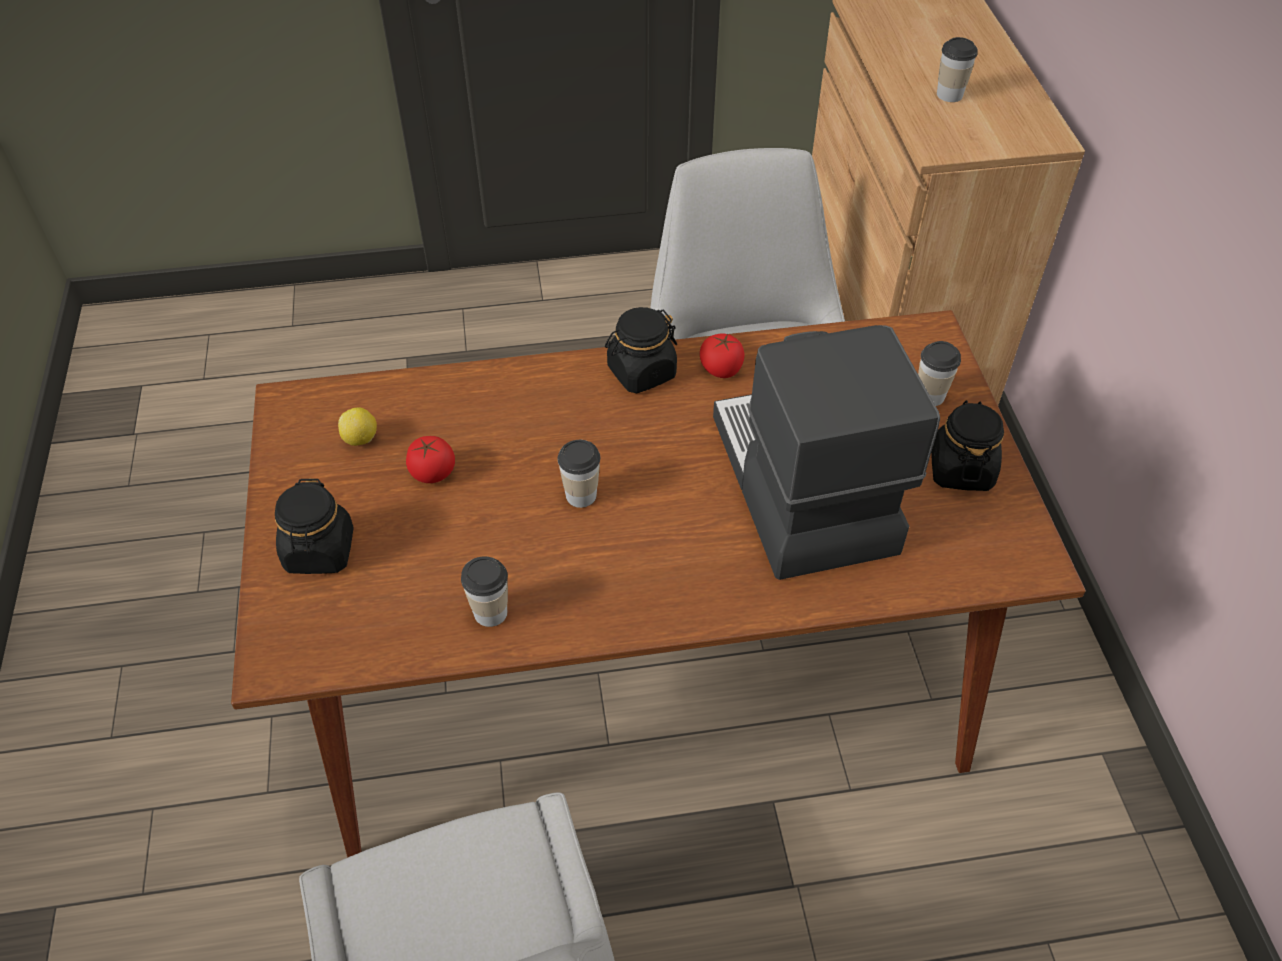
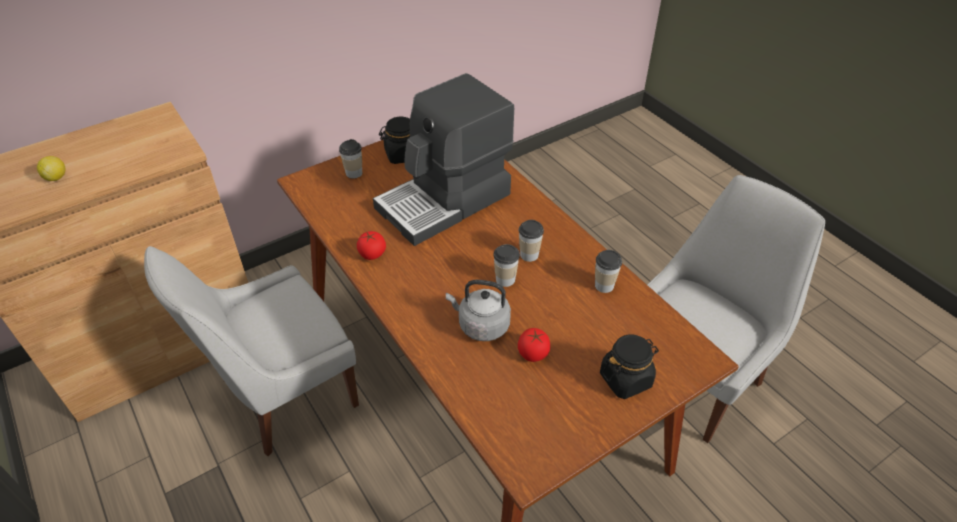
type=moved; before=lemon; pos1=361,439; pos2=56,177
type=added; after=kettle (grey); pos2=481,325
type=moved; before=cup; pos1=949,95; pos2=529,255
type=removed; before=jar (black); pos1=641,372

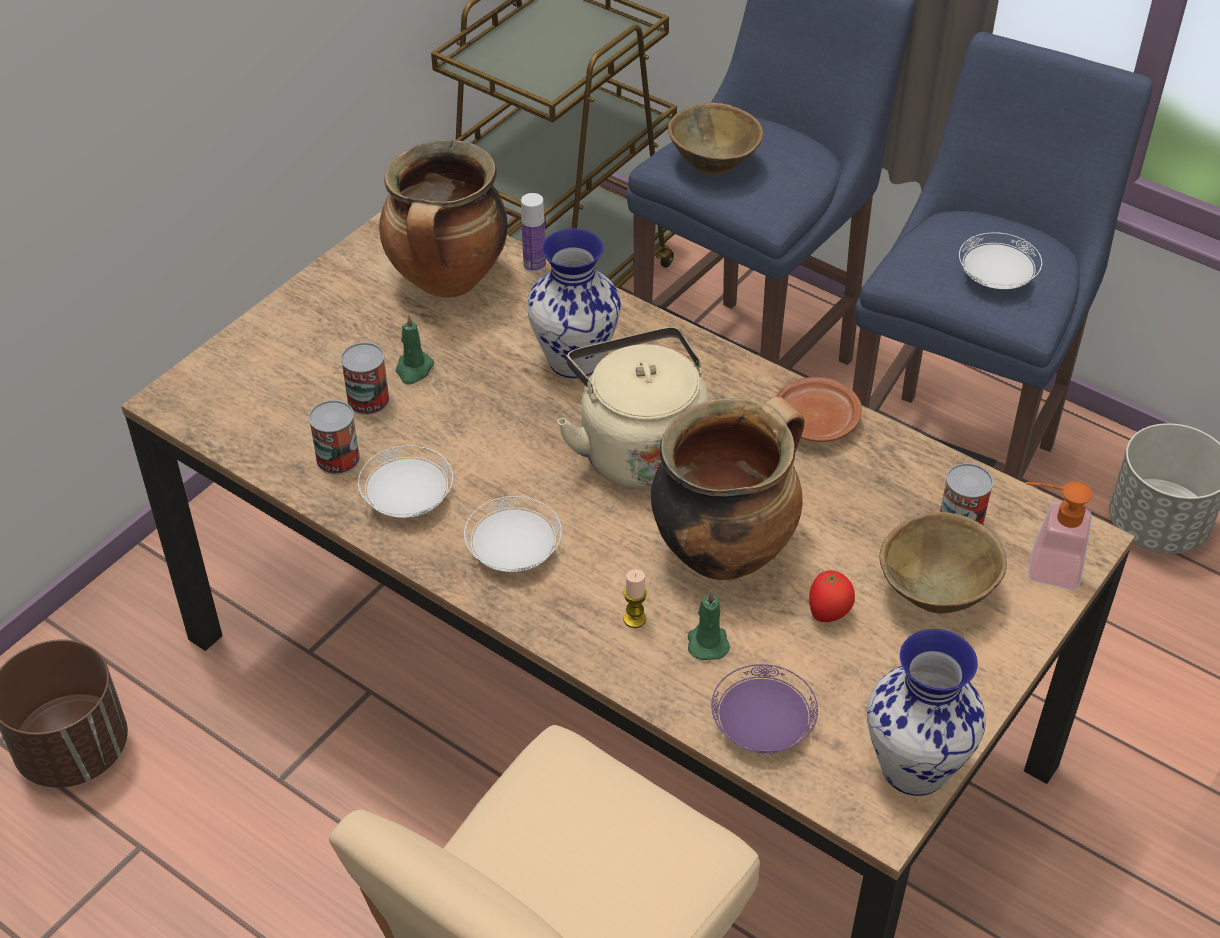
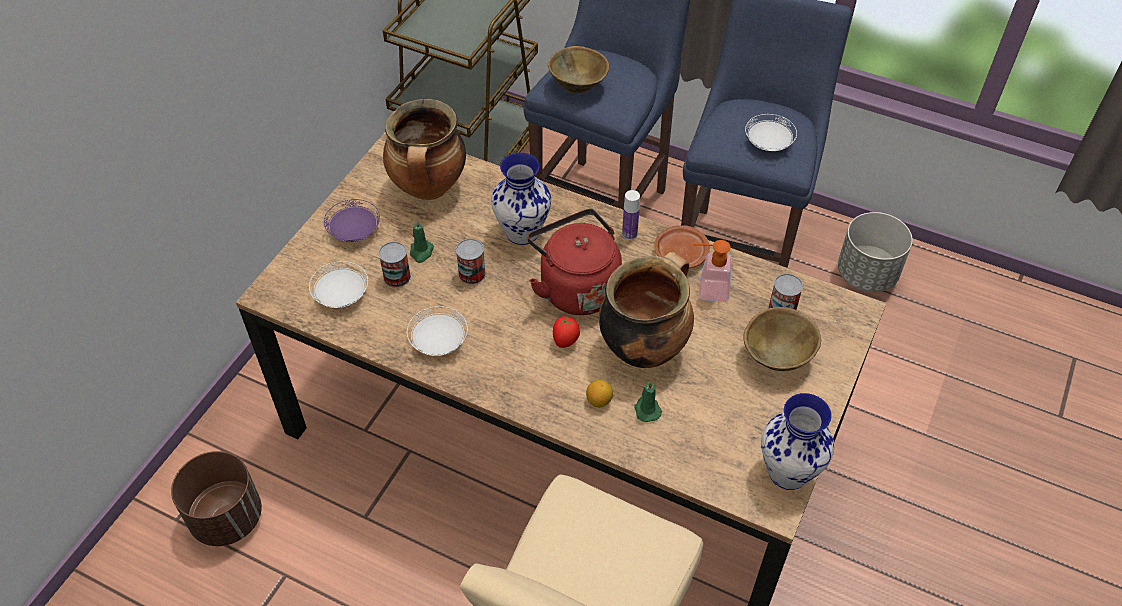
type=moved; before=plate (white); pos1=513,552; pos2=341,295
type=moved; before=plate (purple); pos1=762,727; pos2=354,231
type=moved; before=can; pos1=338,459; pos2=472,274
type=recoloured; before=kettle (beige); after=kettle (red); pos1=638,449; pos2=576,287
type=moved; before=tomato; pos1=829,614; pos2=565,342
type=replaced; before=candle; after=lemon; pos1=634,619; pos2=599,401
type=moved; before=bottle; pos1=534,265; pos2=629,234
type=moved; before=soap dispenser; pos1=1043,566; pos2=707,290

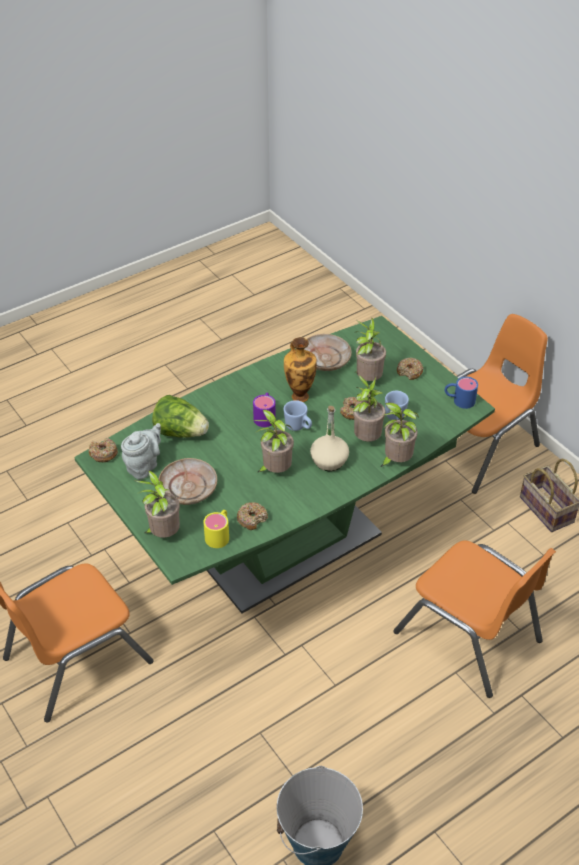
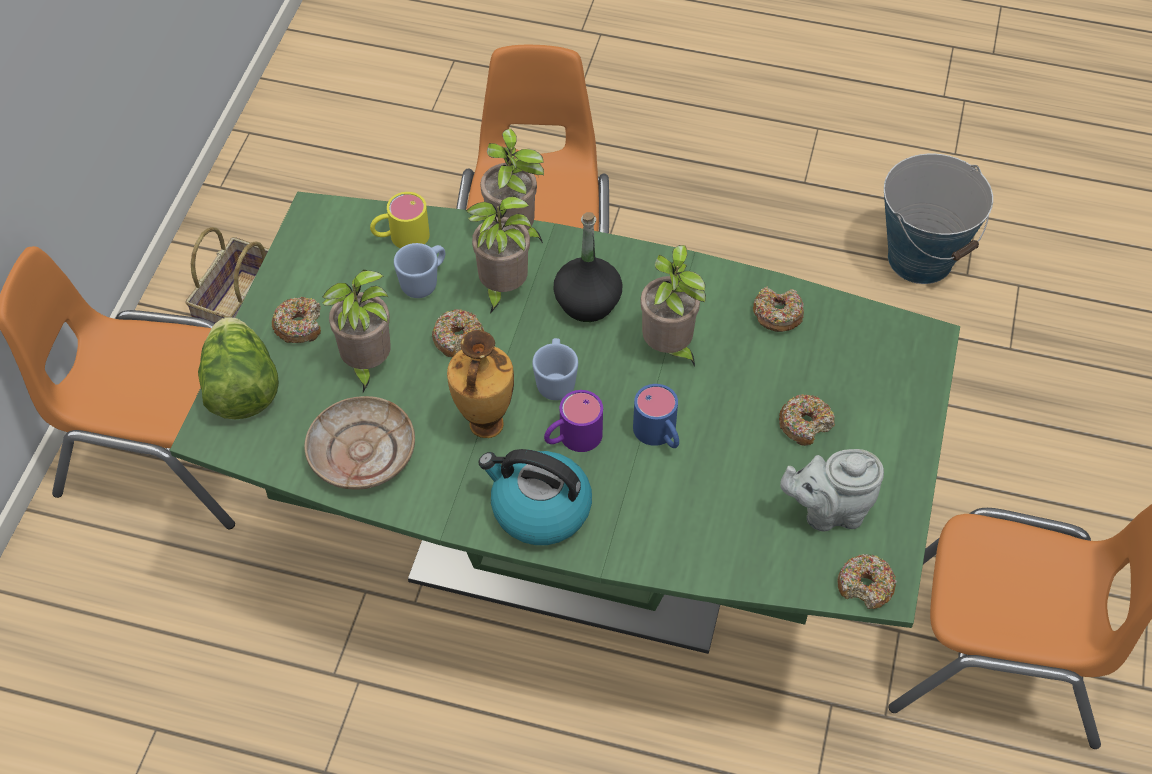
type=moved; before=lettuce; pos1=181,432; pos2=241,388
type=moved; before=mug (yellow); pos1=219,534; pos2=400,237
type=added; after=kettle; pos2=539,509
type=recoloured; before=bottle (beige); after=bottle (black); pos1=329,461; pos2=587,302
type=moved; before=mug (blue); pos1=459,400; pos2=659,435
type=replaced; before=plate (beige); after=donut; pos1=188,487; pos2=805,424
type=removed; before=potted plant; pos1=163,534

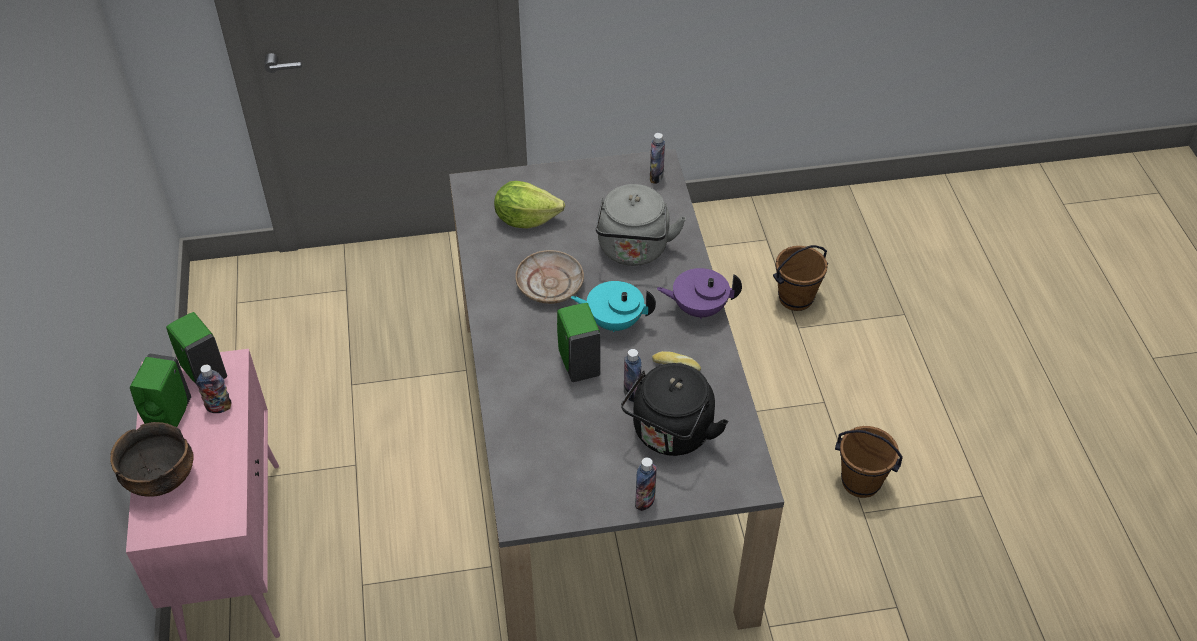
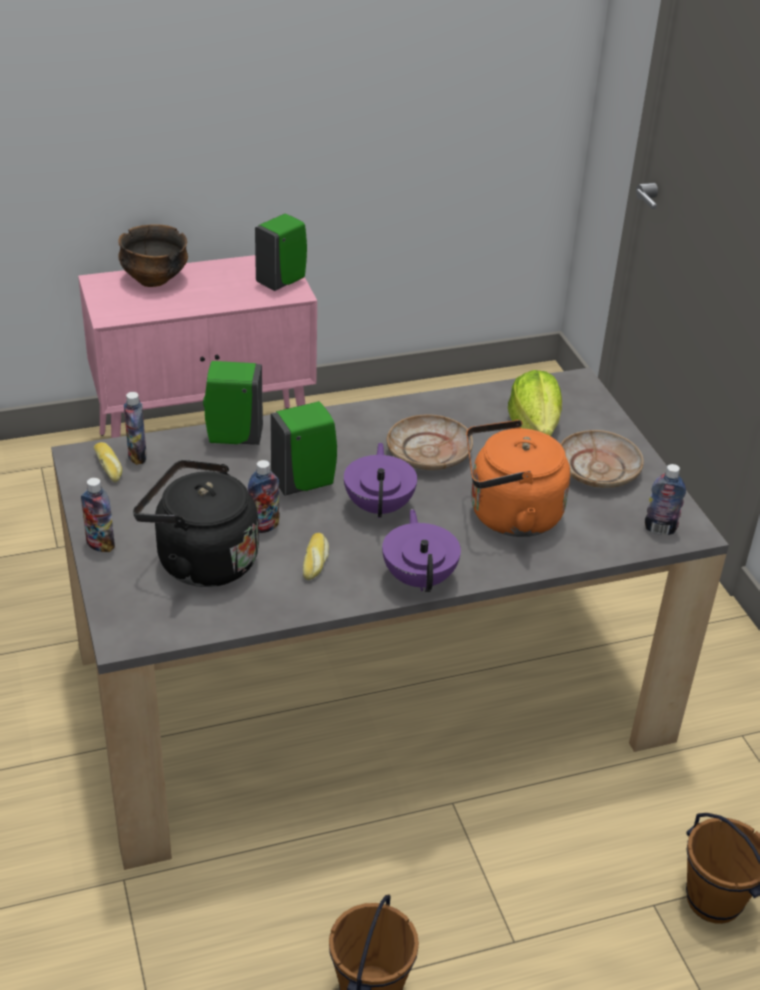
type=added; after=bread; pos2=109,466
type=moved; before=bottle; pos1=219,407; pos2=137,456
type=moved; before=soap dispenser (green); pos1=169,417; pos2=232,437
type=recoloured; before=teapot (turquoise); after=teapot (purple); pos1=614,321; pos2=379,506
type=recoloured; before=kettle (grey); after=kettle (orange); pos1=633,250; pos2=509,516
type=added; after=plate (beige); pos2=598,469

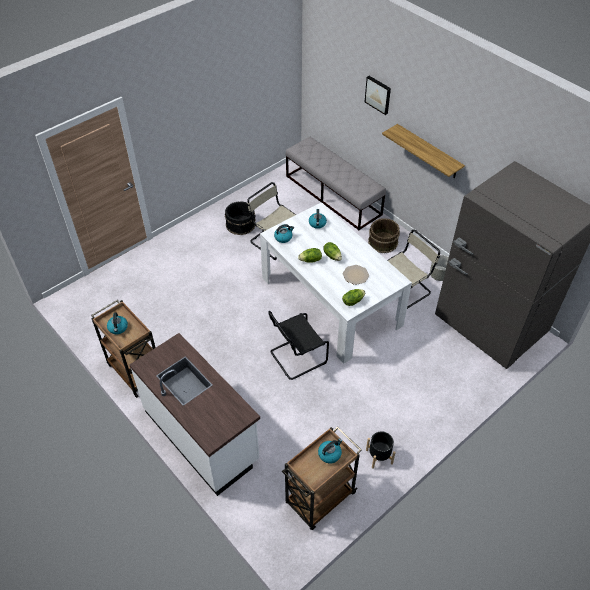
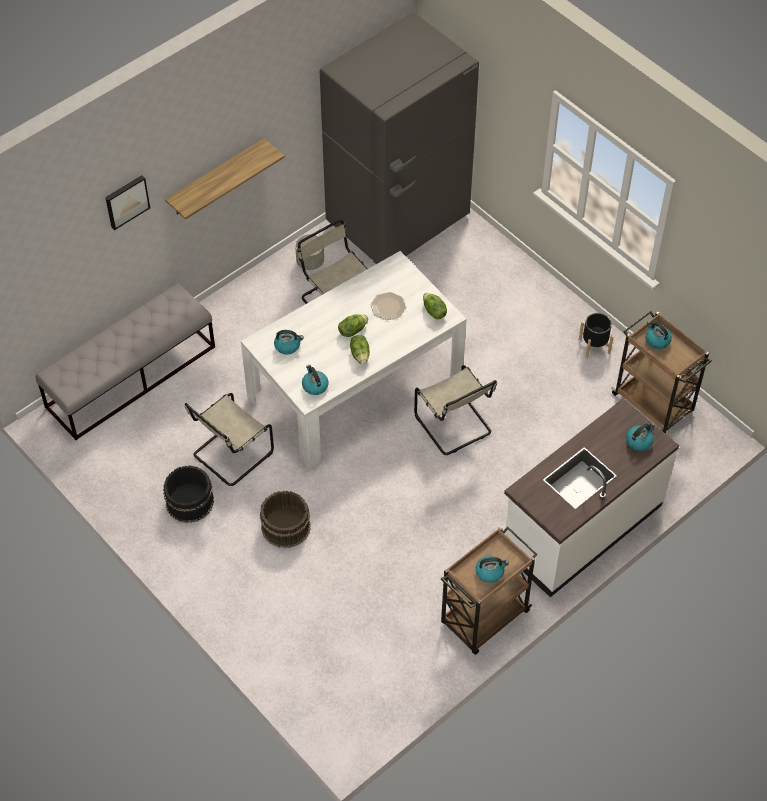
type=moved; before=bucket (brown); pos1=382,242; pos2=285,527
type=recoloured; before=chair (black); after=chair (beige); pos1=296,357; pos2=454,426
type=added; after=kettle; pos2=639,441

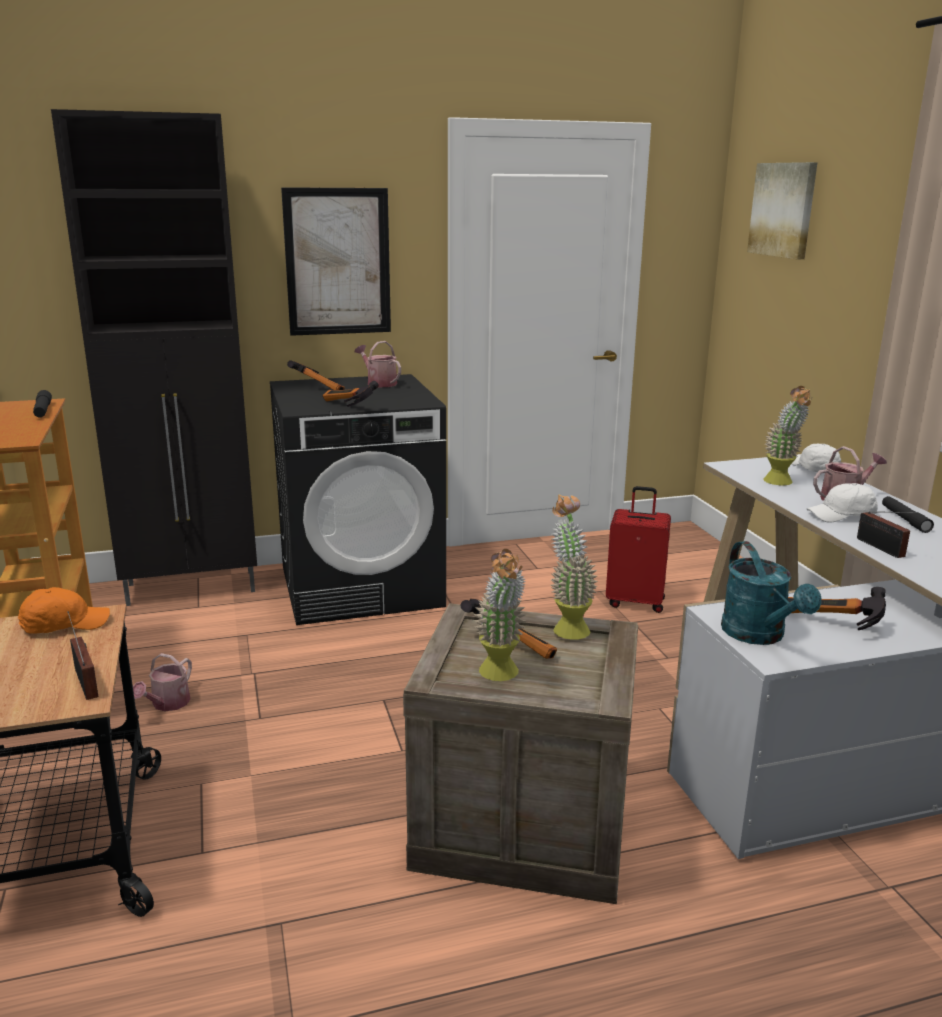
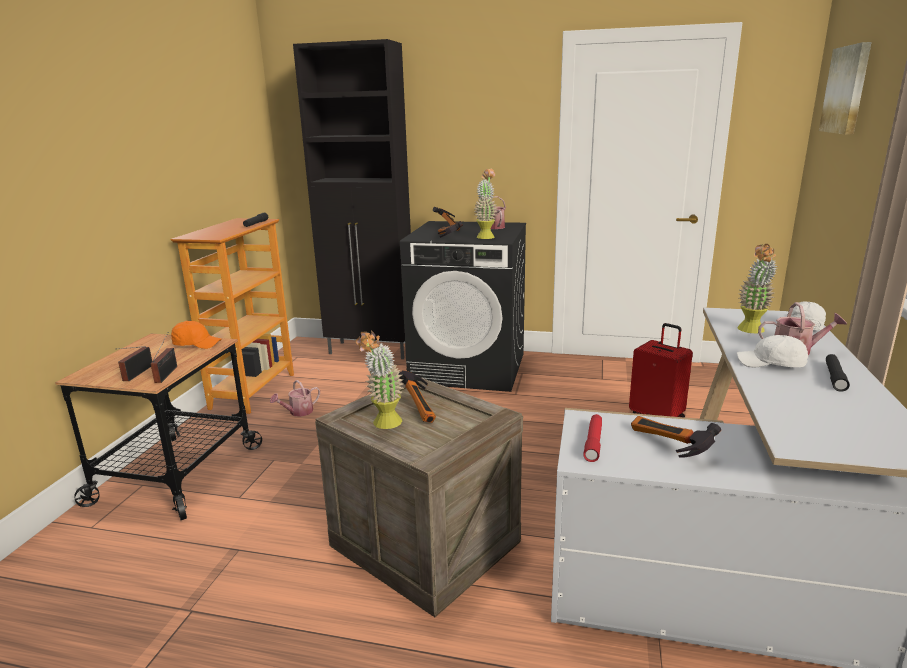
type=moved; before=radio; pos1=882,549; pos2=136,374
type=moved; before=potted plant; pos1=567,626; pos2=486,236
type=replaced; before=watering can (turquoise); after=flashlight (red); pos1=759,636; pos2=593,442
type=removed; before=picture; pos1=338,262

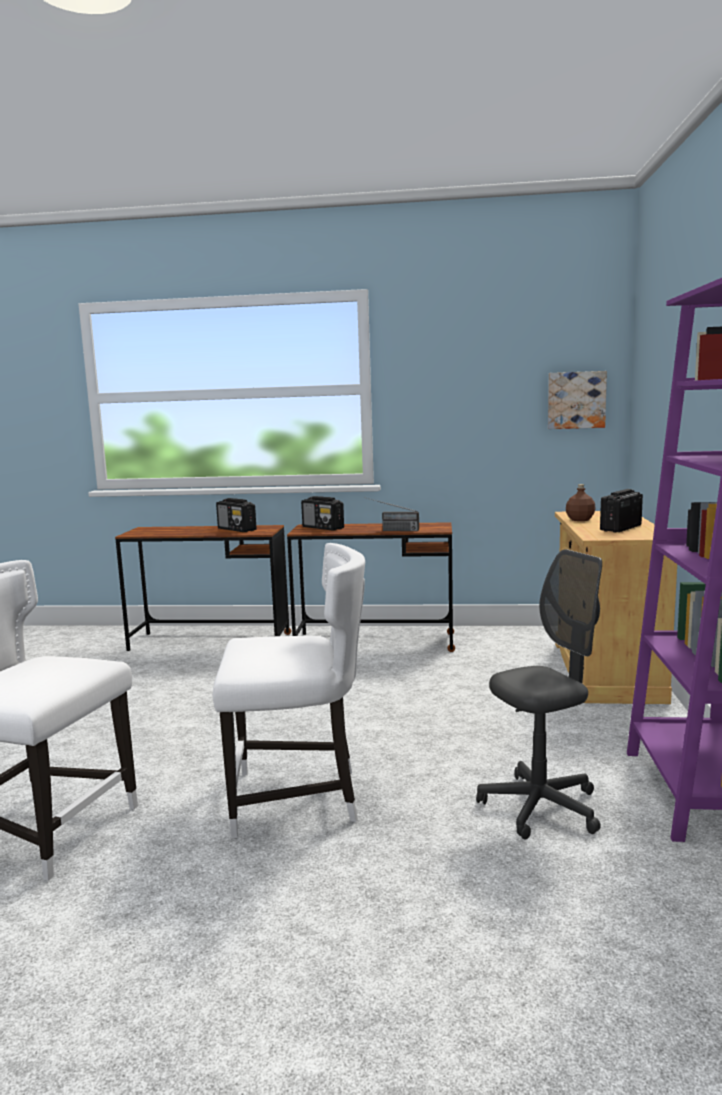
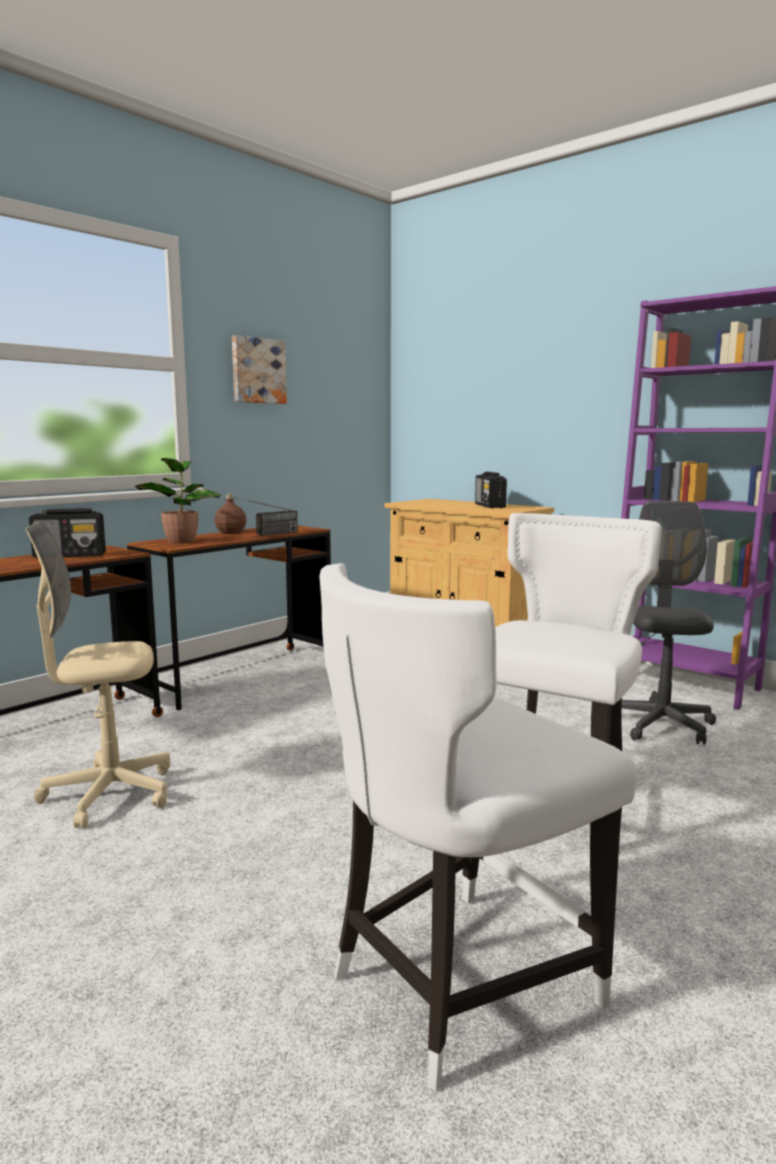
type=added; after=office chair (beige); pos2=109,794
type=replaced; before=radio; after=potted plant; pos1=323,528; pos2=181,541
type=moved; before=bottle (brown); pos1=580,520; pos2=231,533
type=moved; before=picture; pos1=576,400; pos2=257,371

